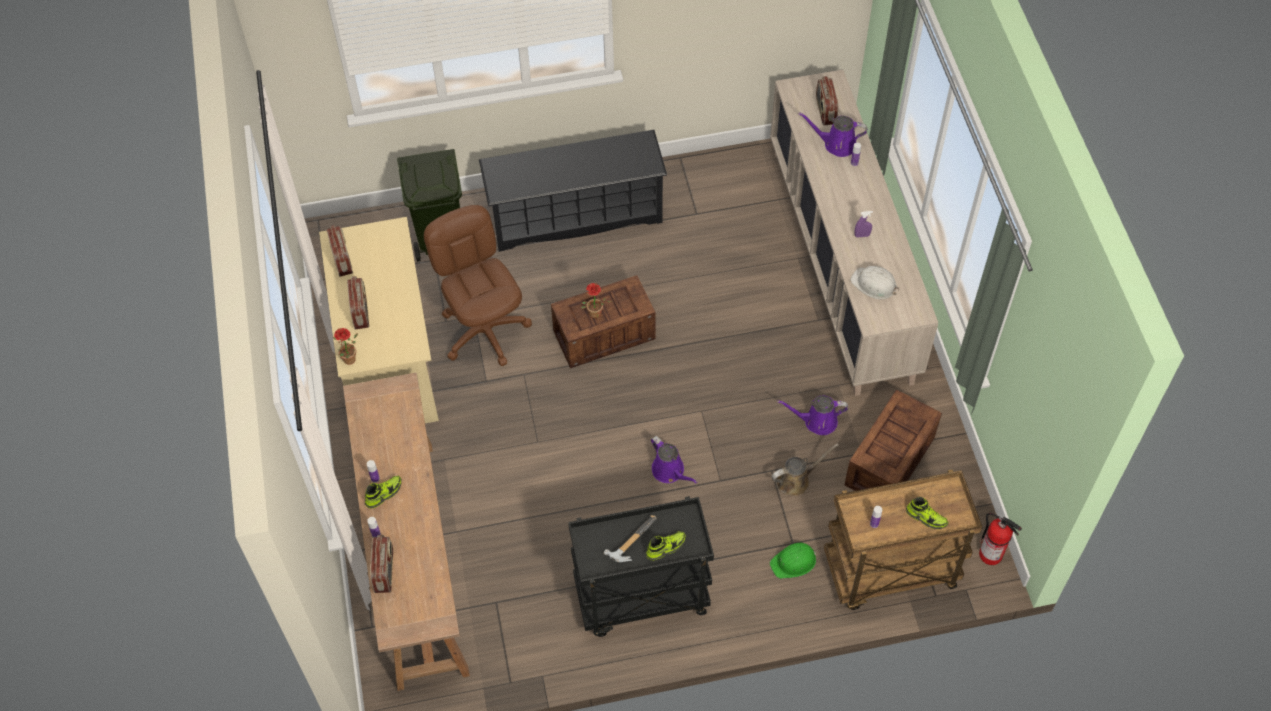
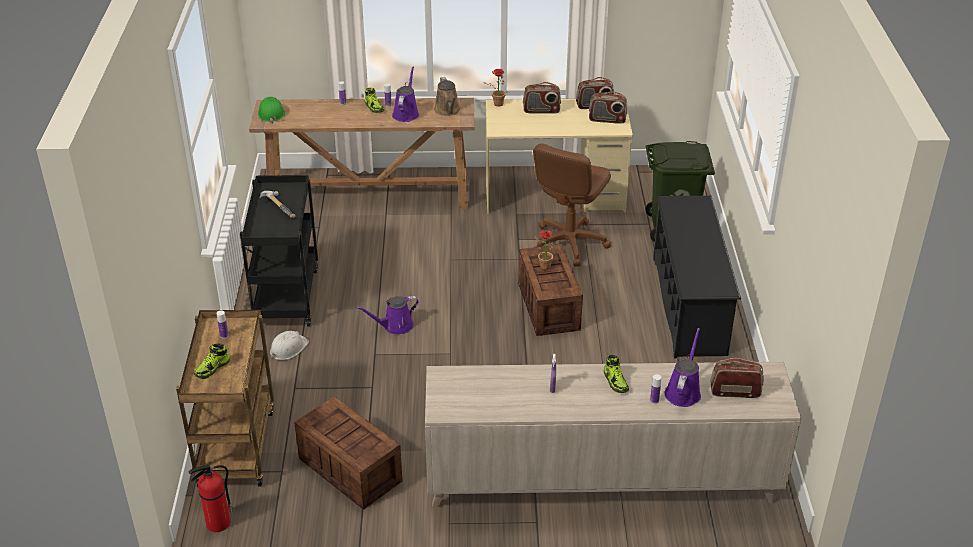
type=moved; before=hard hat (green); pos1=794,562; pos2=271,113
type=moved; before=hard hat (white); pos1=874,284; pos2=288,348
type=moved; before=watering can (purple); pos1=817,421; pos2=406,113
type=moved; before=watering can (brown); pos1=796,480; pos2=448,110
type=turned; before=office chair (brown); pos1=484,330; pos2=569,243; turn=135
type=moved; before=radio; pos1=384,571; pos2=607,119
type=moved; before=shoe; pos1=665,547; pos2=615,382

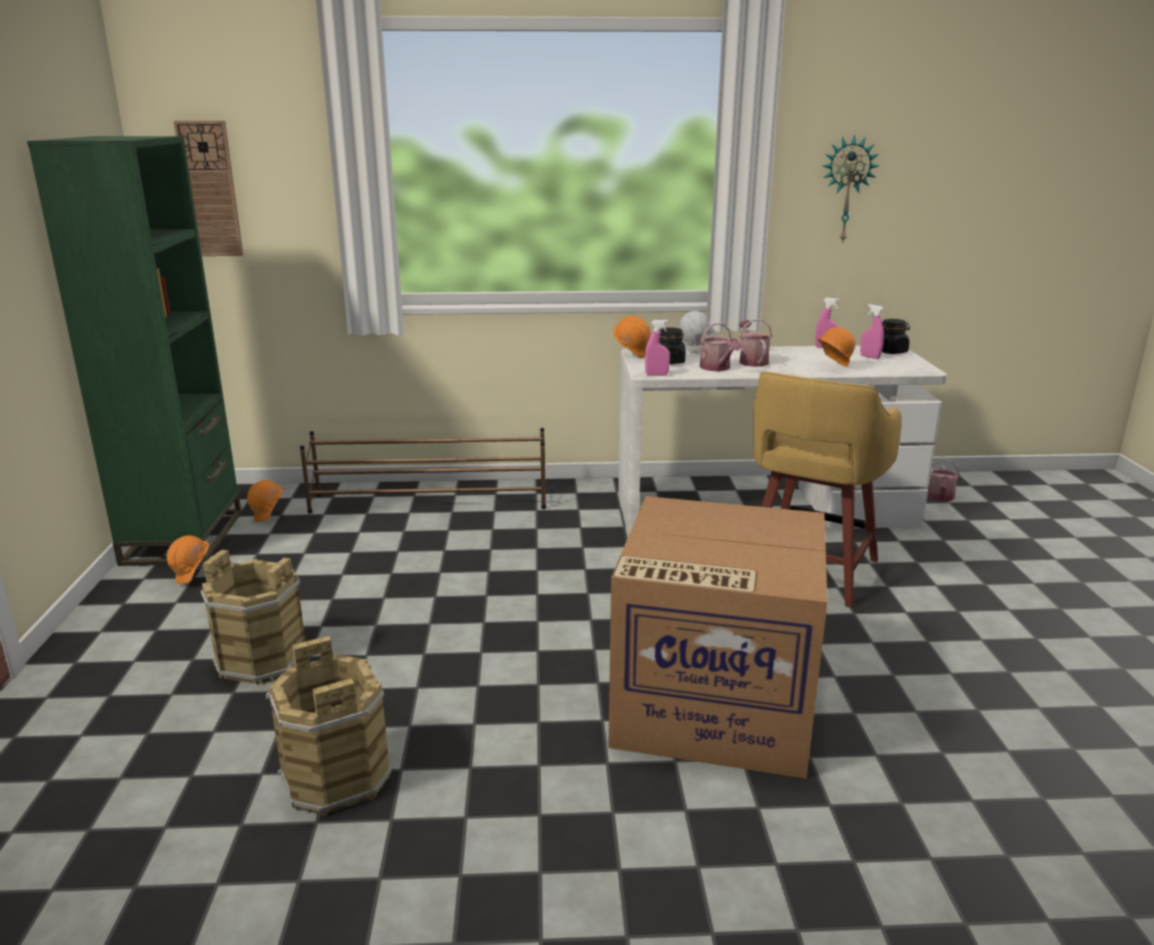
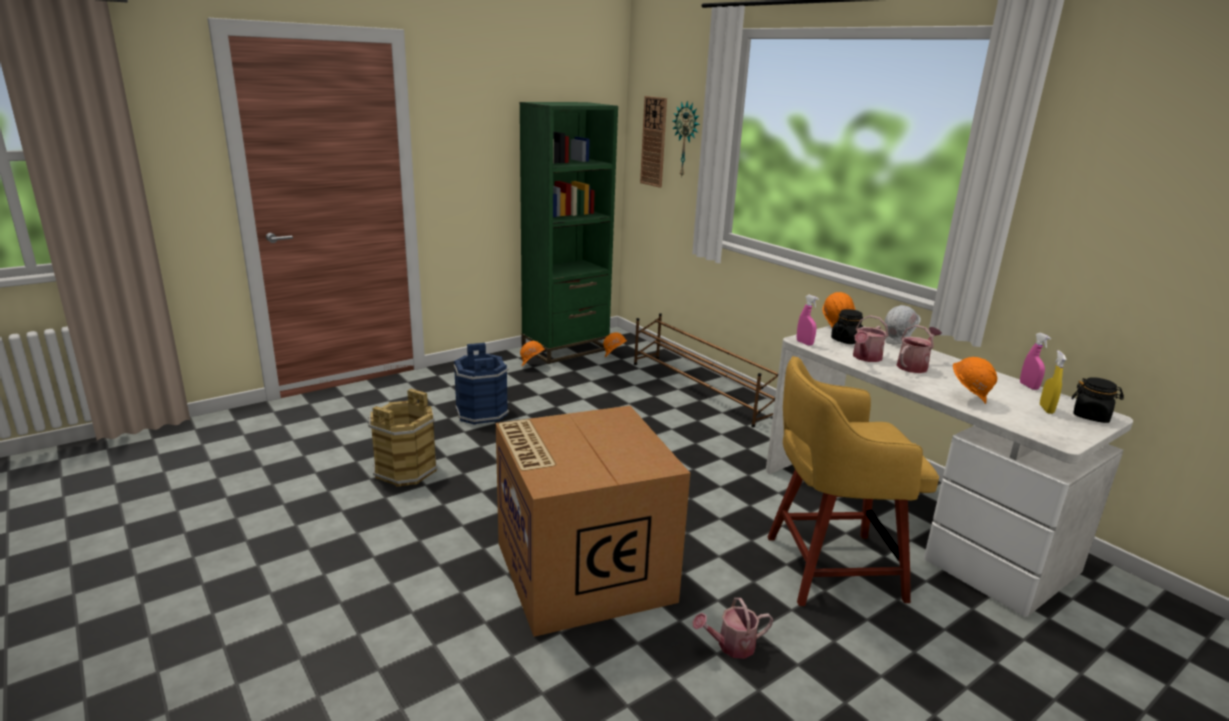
type=recoloured; before=bucket (brown); after=bucket (blue); pos1=262,659; pos2=482,412
type=moved; before=wall clock; pos1=846,189; pos2=686,139
type=moved; before=watering can; pos1=940,498; pos2=731,646
type=recoloured; before=spray bottle (pink); after=spray bottle (yellow); pos1=870,357; pos2=1046,409

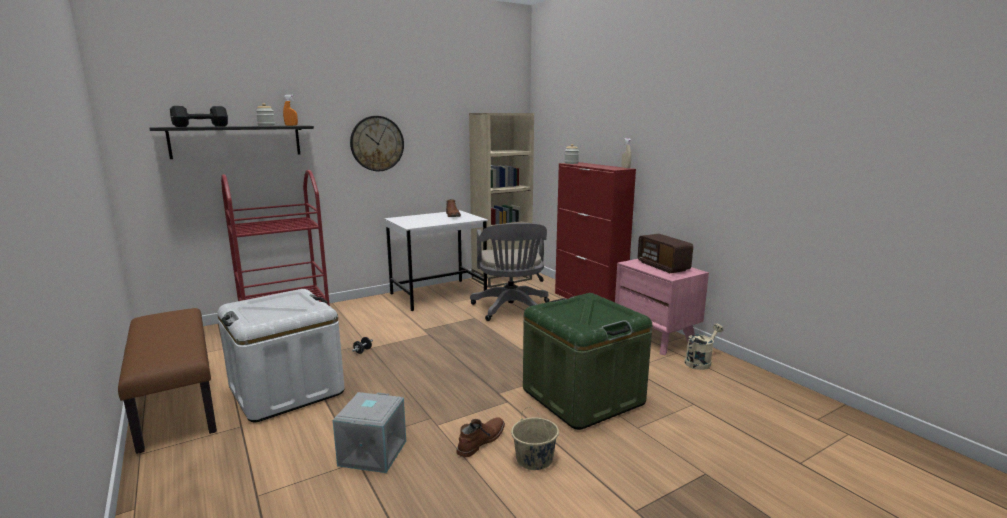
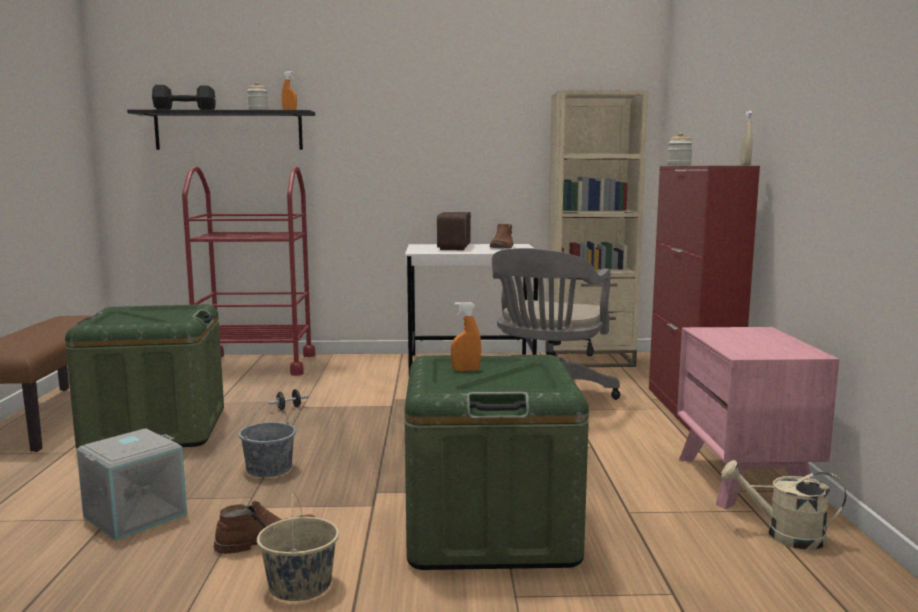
type=recoloured; before=storage box (white); after=storage box (green); pos1=286,390; pos2=155,429
type=added; after=bucket (grey); pos2=269,469
type=moved; before=radio; pos1=663,266; pos2=454,247
type=added; after=spray bottle (orange); pos2=465,370
type=turned; before=watering can (beige); pos1=700,362; pos2=784,535; turn=-150
type=removed; before=wall clock; pos1=377,143

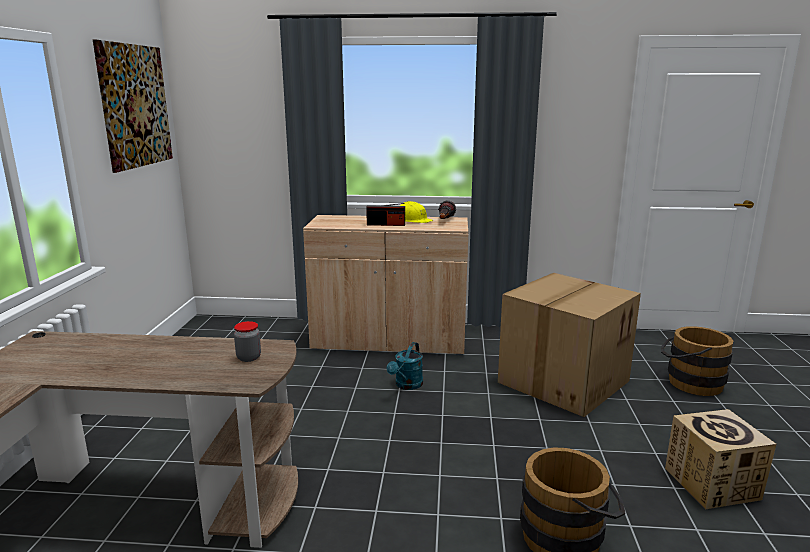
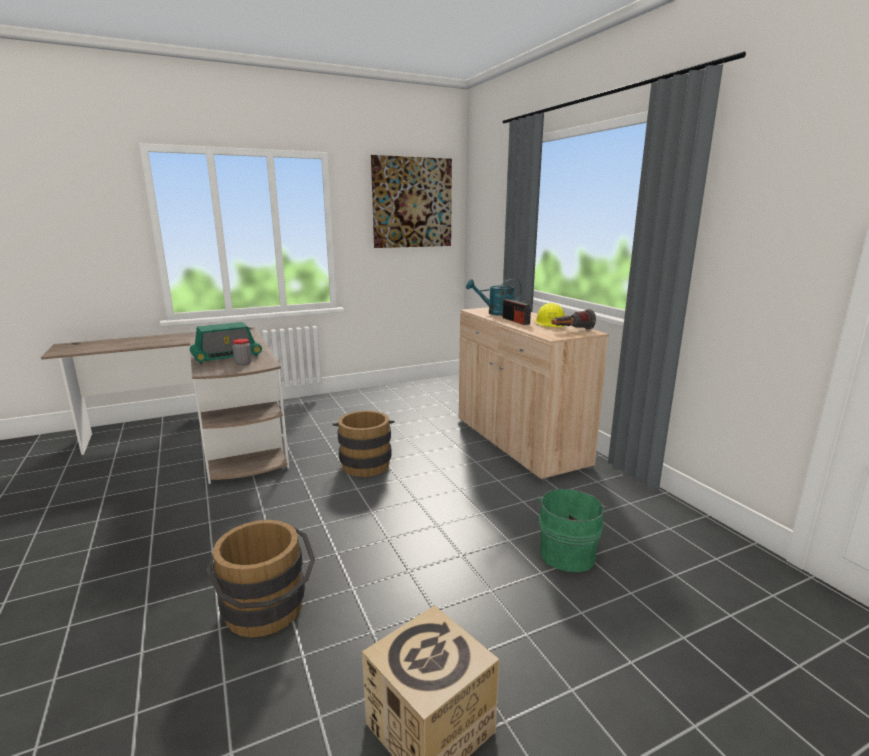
type=added; after=radio; pos2=227,357
type=moved; before=bucket (brown); pos1=689,383; pos2=365,463
type=moved; before=watering can (turquoise); pos1=407,385; pos2=496,313
type=replaced; before=cardboard box; after=bucket (green); pos1=563,380; pos2=567,552

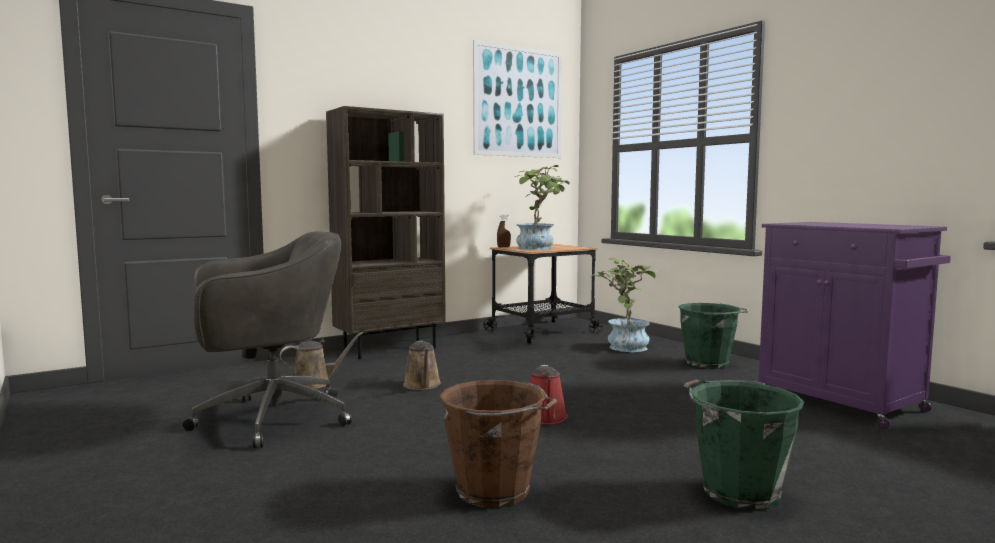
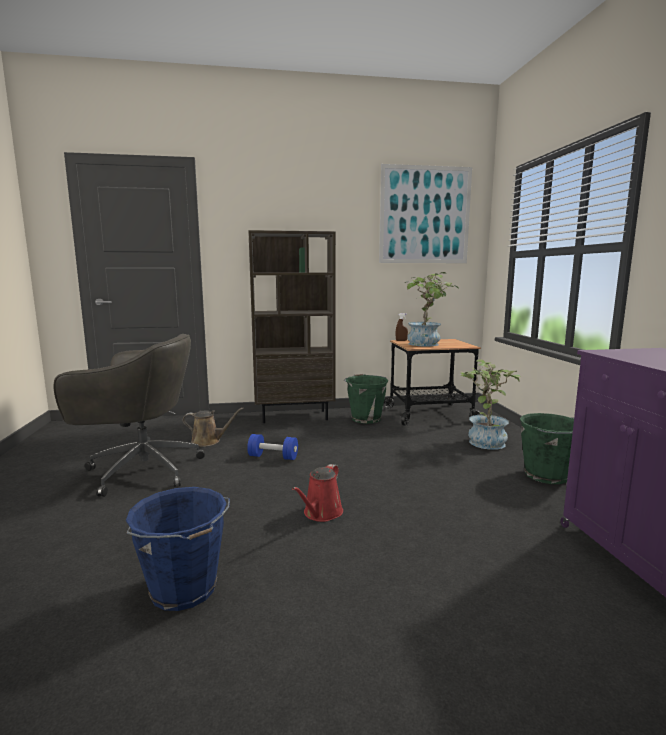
type=recoloured; before=bucket (brown); after=bucket (blue); pos1=496,492; pos2=184,590
type=replaced; before=watering can (brown); after=dumbbell (blue); pos1=422,385; pos2=273,457
type=moved; before=bucket (green); pos1=738,492; pos2=365,418

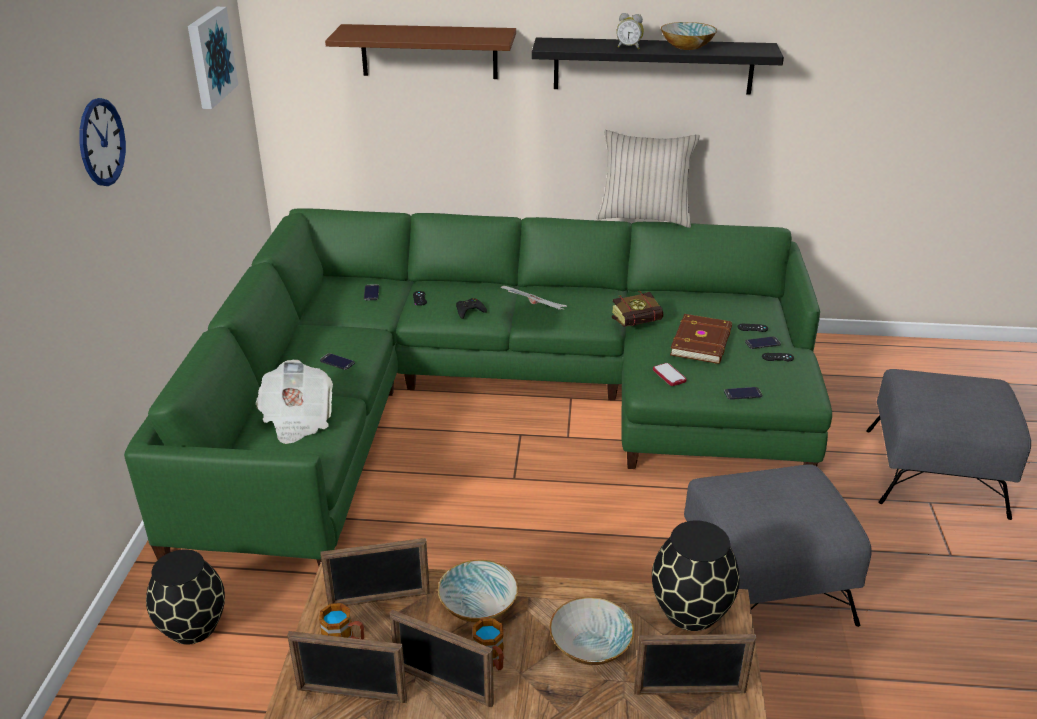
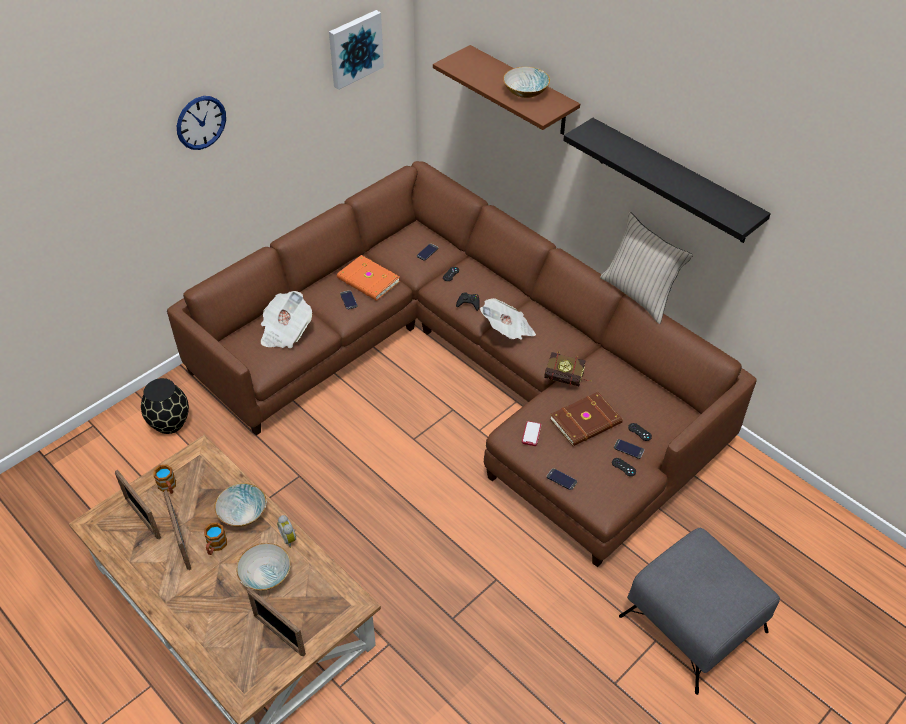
type=recoloured; before=sofa (green); after=sofa (brown); pos1=491,398; pos2=466,370
type=moved; before=alarm clock; pos1=629,47; pos2=290,538
type=added; after=book (orange); pos2=368,281
type=moved; before=bowl; pos1=687,46; pos2=525,92
type=removed; before=picture frame; pos1=379,600
type=removed; before=vase (black); pos1=691,611
type=removed; before=ottoman (grey); pos1=765,584

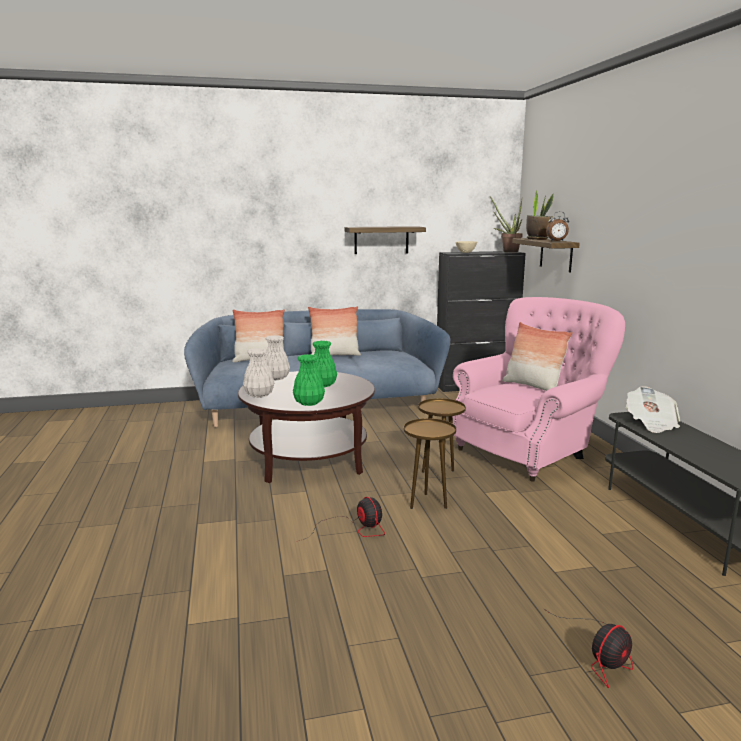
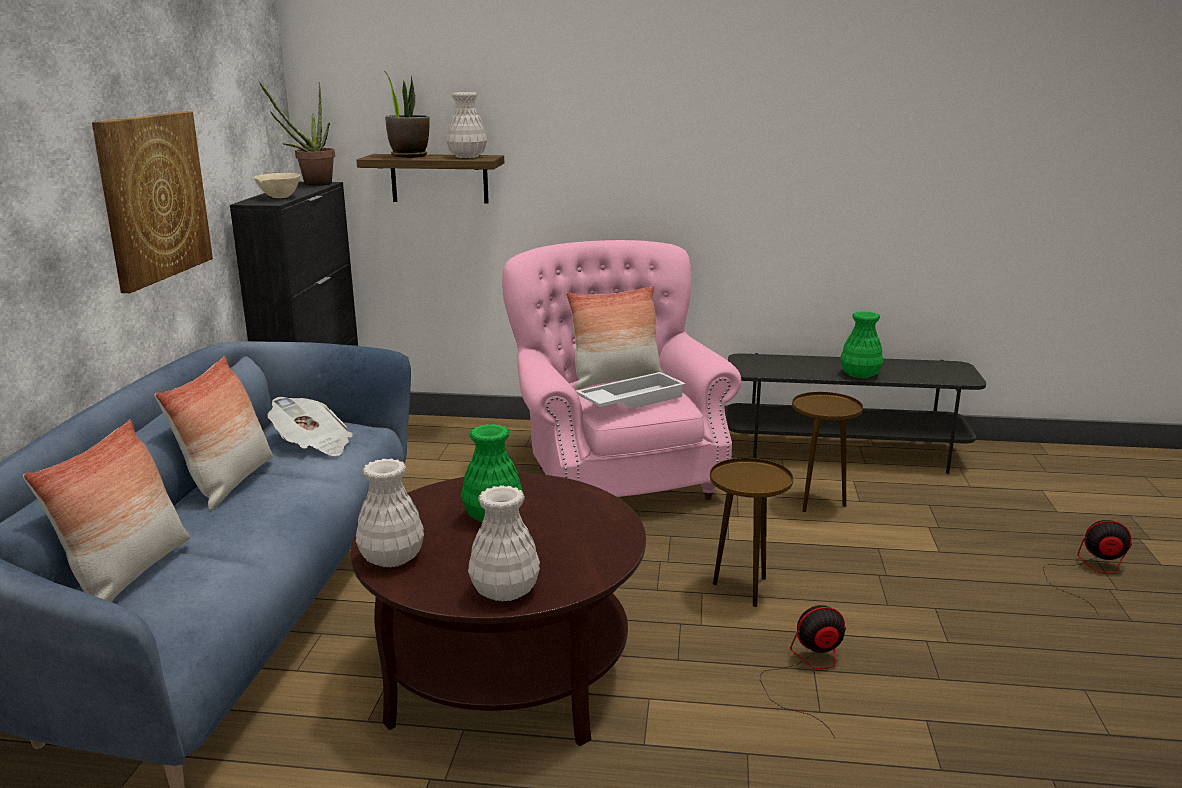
type=replaced; before=shelf; after=picture; pos1=381,240; pos2=153,197
type=moved; before=newspaper; pos1=651,423; pos2=313,445
type=replaced; before=alarm clock; after=vase (white); pos1=557,241; pos2=467,156
type=added; after=tray (white); pos2=631,399
type=moved; before=side table (brown); pos1=439,475; pos2=818,502
type=moved; before=vase (green); pos1=309,403; pos2=860,374
type=turned; before=fan; pos1=603,655; pos2=1089,572; turn=-60

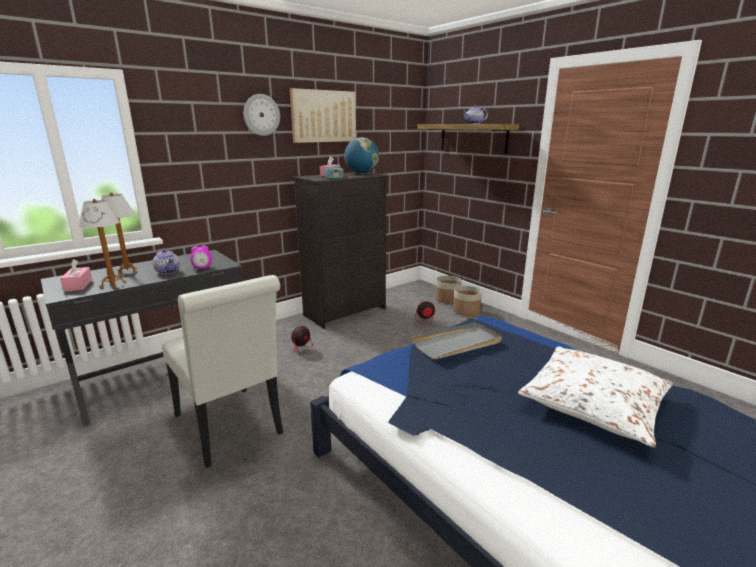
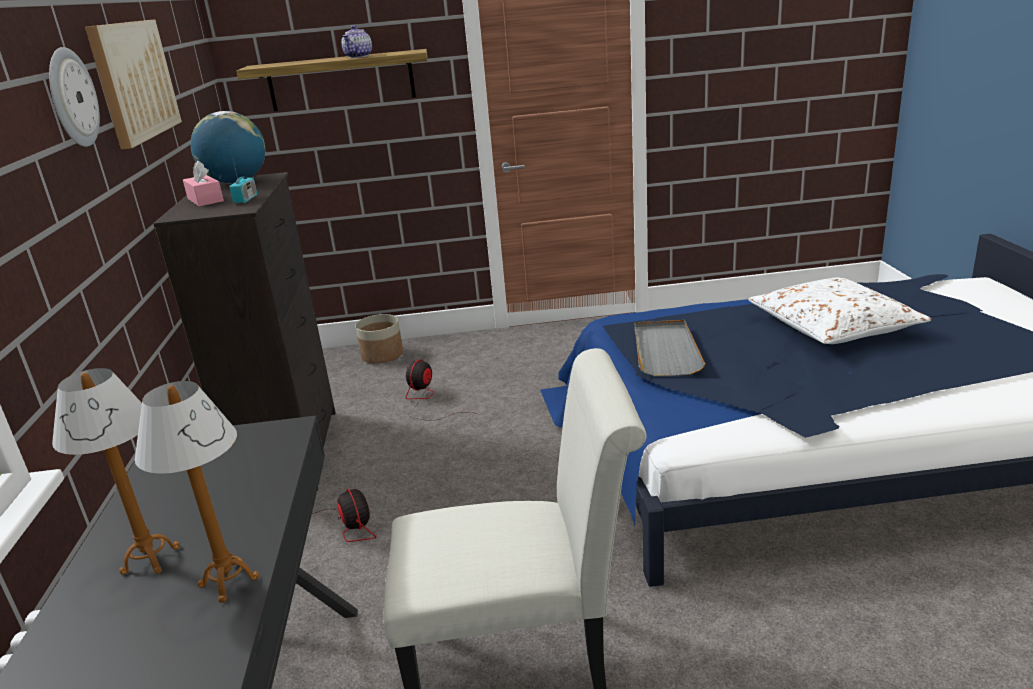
type=removed; before=tissue box (pink); pos1=78,285
type=removed; before=teapot; pos1=168,271
type=removed; before=alarm clock; pos1=202,268
type=removed; before=planter; pos1=466,311

